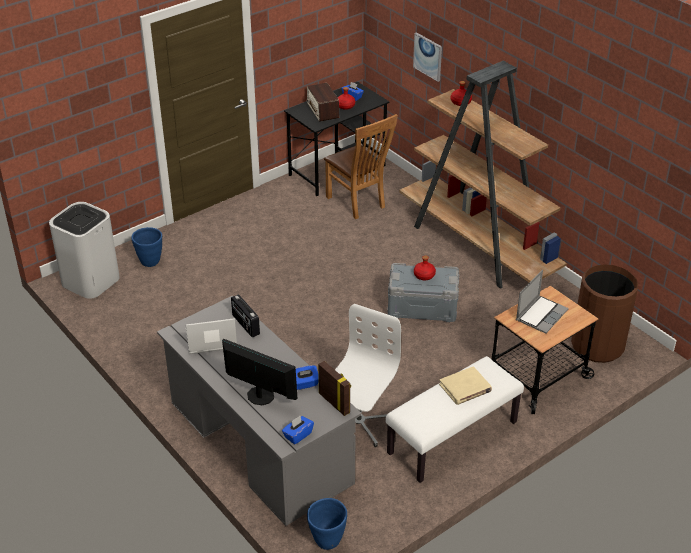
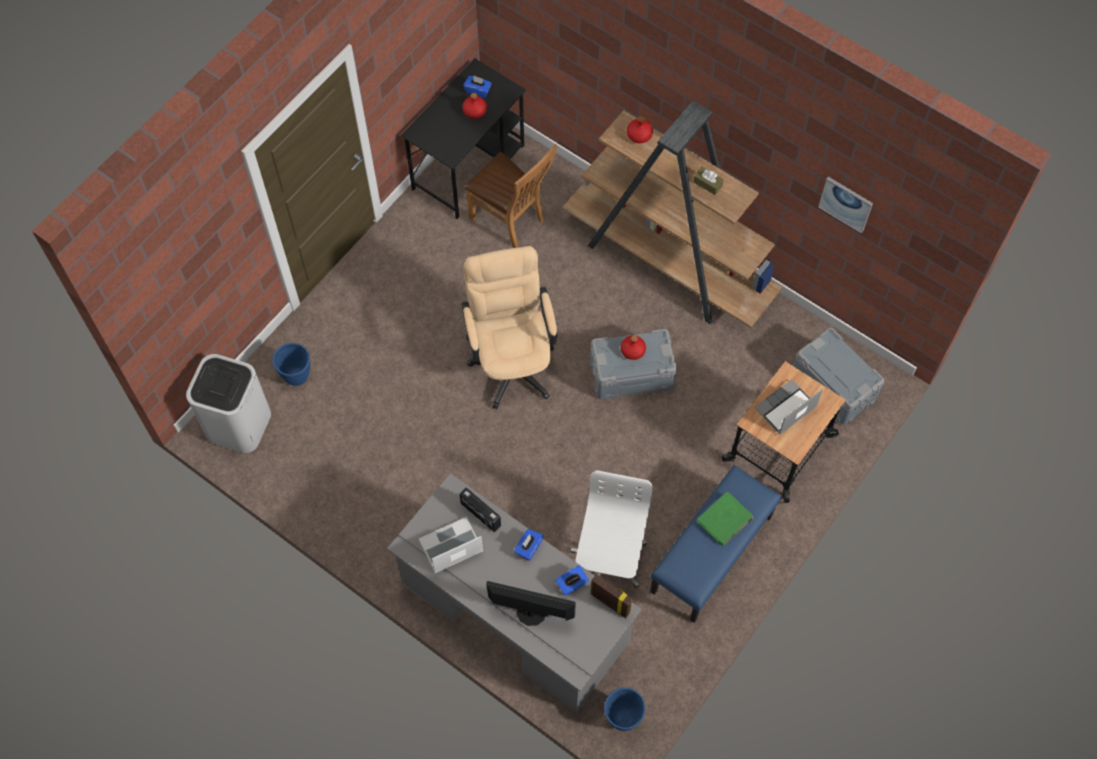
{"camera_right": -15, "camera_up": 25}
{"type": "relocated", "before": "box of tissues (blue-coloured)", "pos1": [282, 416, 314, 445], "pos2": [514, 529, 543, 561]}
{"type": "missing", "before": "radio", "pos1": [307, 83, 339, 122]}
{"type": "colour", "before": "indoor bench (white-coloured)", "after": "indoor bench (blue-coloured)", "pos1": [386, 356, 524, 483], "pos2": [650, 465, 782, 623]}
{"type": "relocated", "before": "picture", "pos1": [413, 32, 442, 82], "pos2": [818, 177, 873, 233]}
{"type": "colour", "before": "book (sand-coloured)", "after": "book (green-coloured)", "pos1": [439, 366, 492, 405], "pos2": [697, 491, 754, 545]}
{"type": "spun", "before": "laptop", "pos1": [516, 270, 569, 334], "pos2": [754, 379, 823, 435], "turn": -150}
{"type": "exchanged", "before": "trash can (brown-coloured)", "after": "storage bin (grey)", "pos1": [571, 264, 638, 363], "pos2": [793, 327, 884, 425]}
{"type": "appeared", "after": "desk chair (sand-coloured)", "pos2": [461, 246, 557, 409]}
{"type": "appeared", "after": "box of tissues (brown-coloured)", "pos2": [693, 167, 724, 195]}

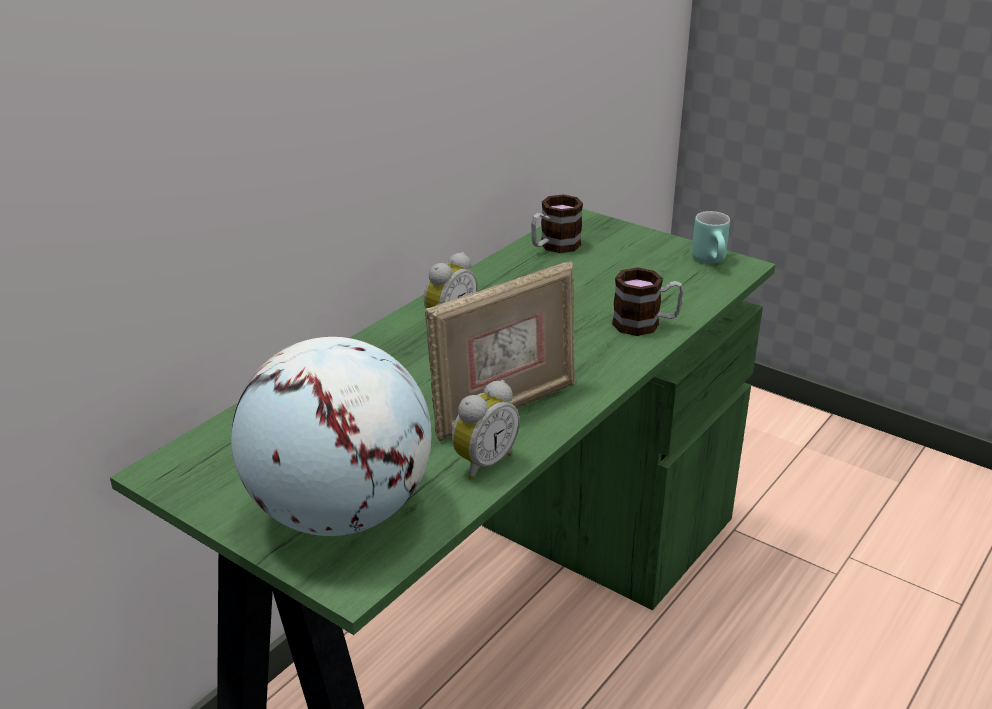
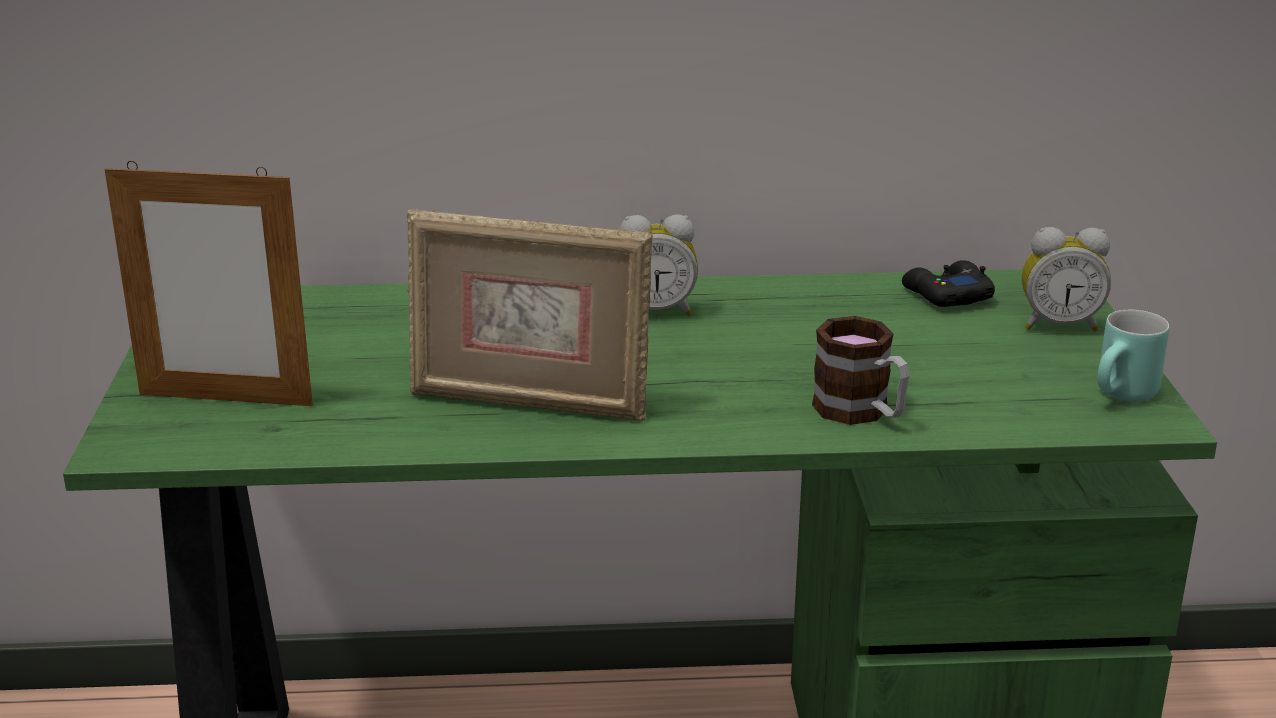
{"camera_right": 50, "camera_up": -5}
{"type": "exchanged", "before": "globe", "after": "picture frame", "pos1": [231, 337, 432, 536], "pos2": [105, 161, 313, 406]}
{"type": "relocated", "before": "alarm clock", "pos1": [452, 380, 520, 481], "pos2": [1022, 227, 1111, 331]}
{"type": "exchanged", "before": "tea mug", "after": "joypad (black)", "pos1": [531, 194, 583, 253], "pos2": [902, 260, 995, 307]}

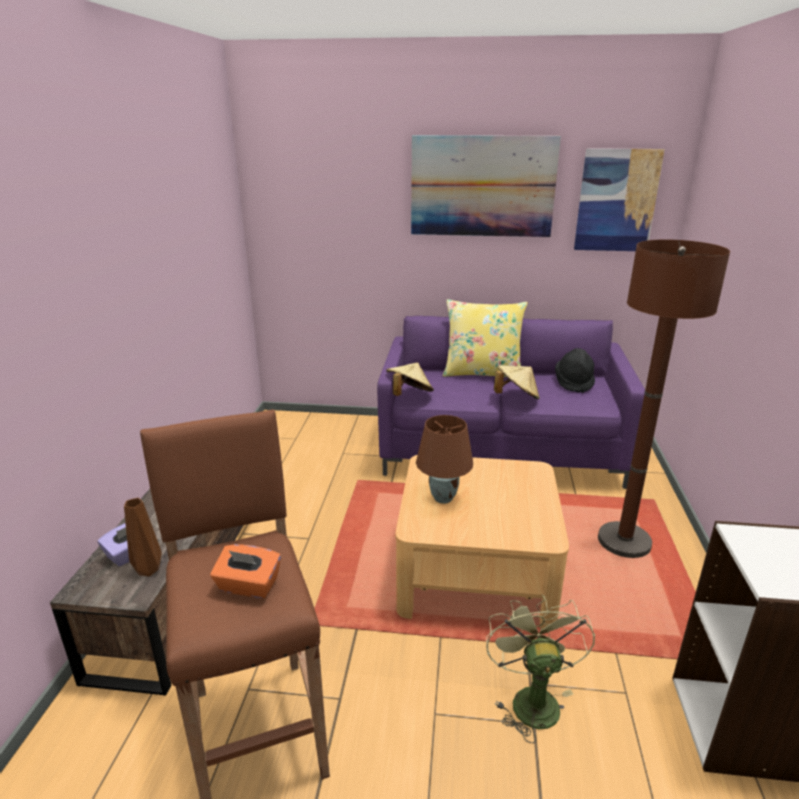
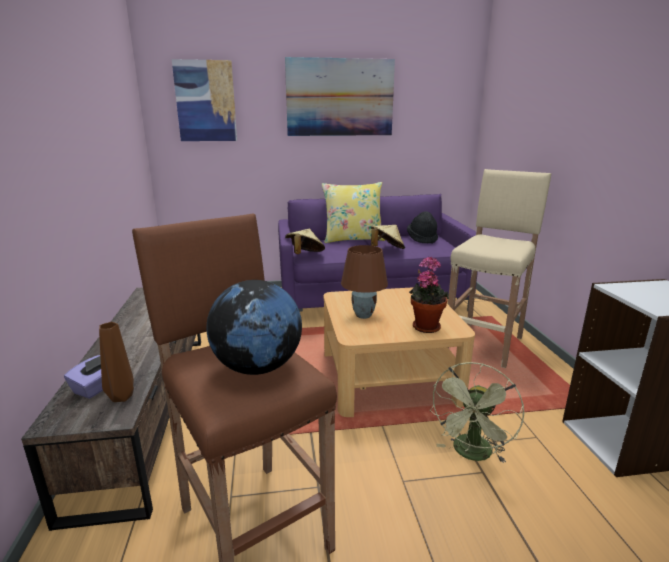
{"camera_right": -15, "camera_up": -5}
{"type": "exchanged", "before": "box of tissues (orange)", "after": "globe", "pos1": [210, 544, 281, 598], "pos2": [206, 280, 302, 375]}
{"type": "spun", "before": "electric fan (green-coloured)", "pos1": [486, 594, 595, 743], "pos2": [430, 362, 524, 463], "turn": -135}
{"type": "relocated", "before": "picture", "pos1": [574, 148, 665, 251], "pos2": [172, 59, 237, 141]}
{"type": "exchanged", "before": "standard lamp (brown-coloured)", "after": "stool (sand-coloured)", "pos1": [598, 240, 730, 558], "pos2": [448, 169, 551, 368]}
{"type": "appeared", "after": "potted plant", "pos2": [409, 256, 449, 333]}

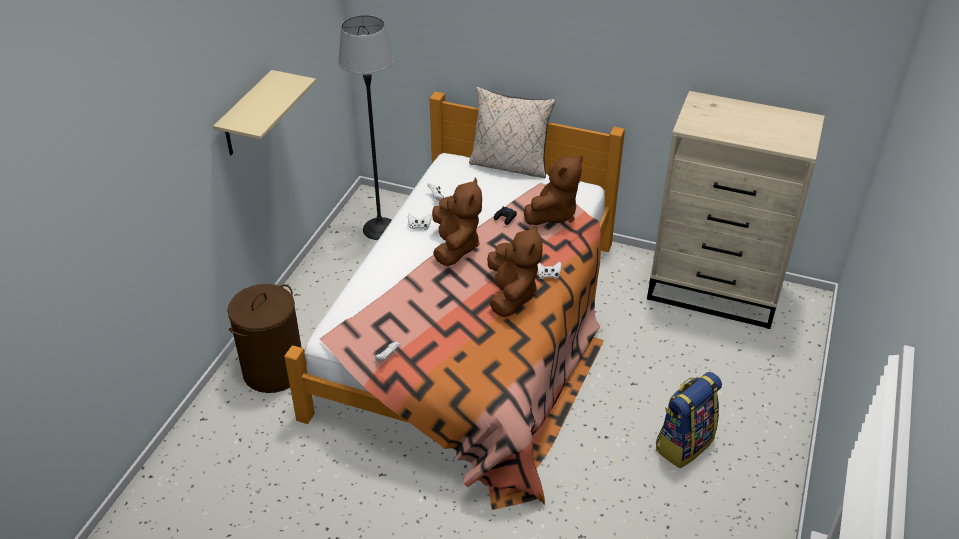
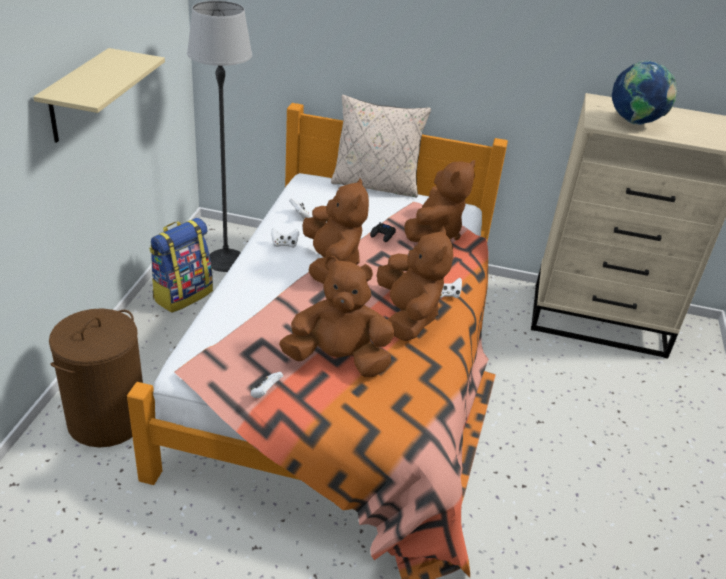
{"camera_right": -10, "camera_up": -5}
{"type": "relocated", "before": "rucksack", "pos1": [656, 372, 722, 468], "pos2": [149, 218, 213, 313]}
{"type": "appeared", "after": "cuddly toy (brown-coloured)", "pos2": [279, 256, 395, 377]}
{"type": "appeared", "after": "globe", "pos2": [612, 60, 677, 125]}

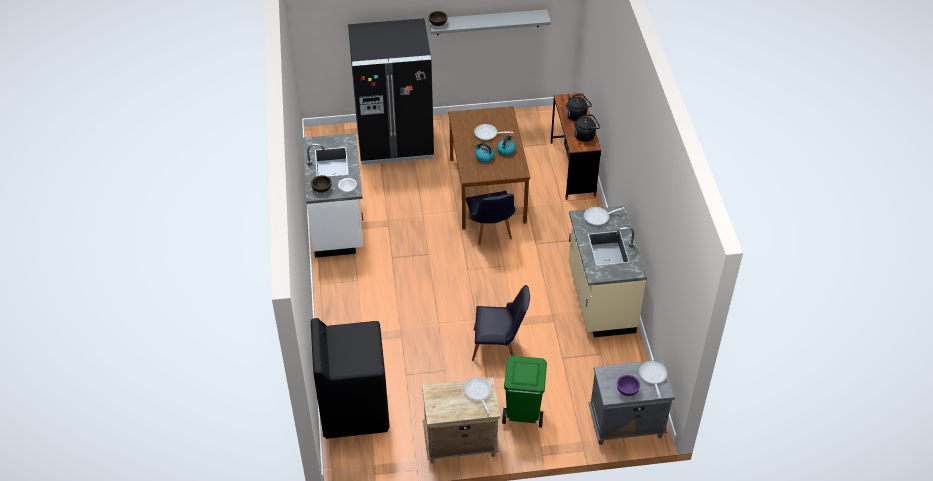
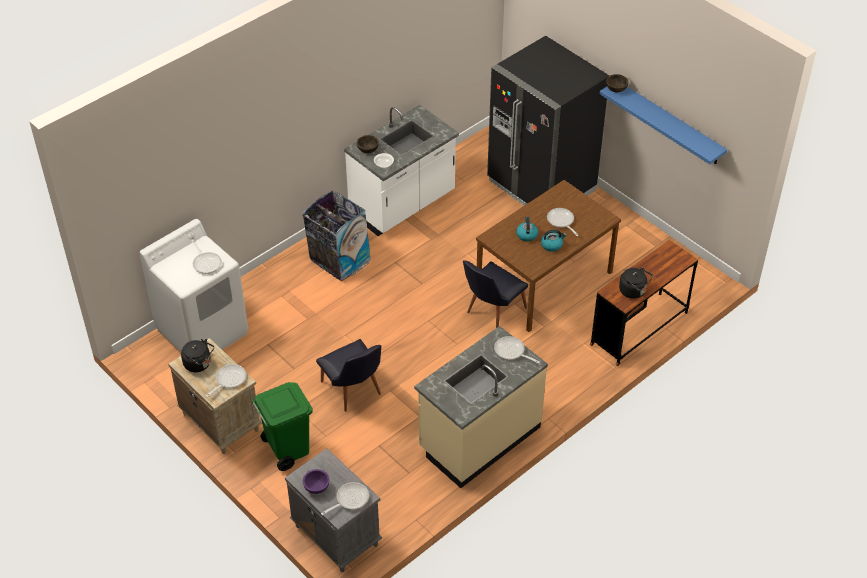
{"camera_right": 55, "camera_up": 0}
{"type": "colour", "before": "laundry appliance (black)", "after": "laundry appliance (white-coloured)", "pos1": [311, 318, 390, 439], "pos2": [140, 219, 248, 352]}
{"type": "colour", "before": "wall shelf (grey)", "after": "wall shelf (blue-coloured)", "pos1": [429, 9, 551, 35], "pos2": [599, 87, 727, 164]}
{"type": "relocated", "before": "water kettle (black)", "pos1": [566, 94, 592, 121], "pos2": [181, 339, 214, 372]}
{"type": "appeared", "after": "frying pan", "pos2": [191, 240, 222, 274]}
{"type": "appeared", "after": "trash can", "pos2": [302, 191, 372, 281]}

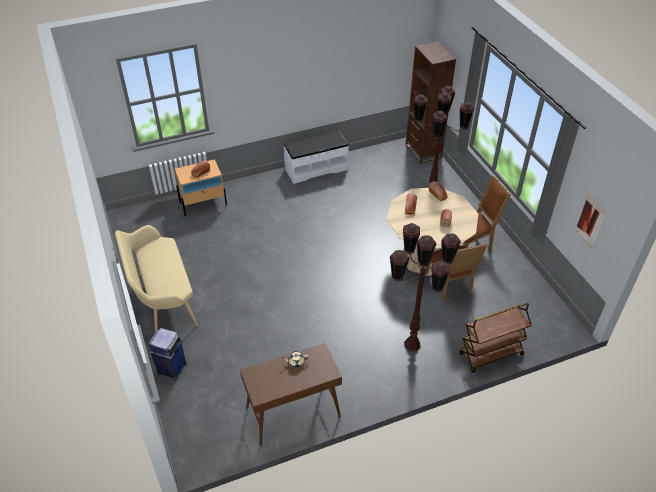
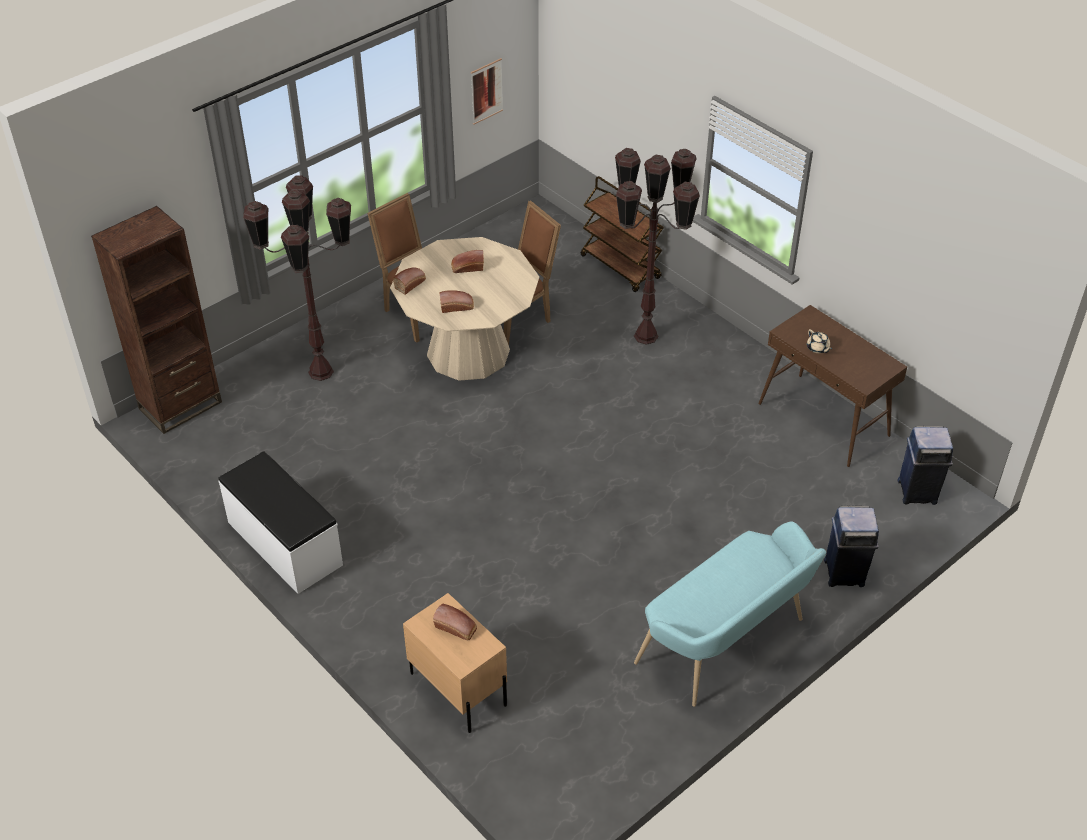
{"camera_right": -110, "camera_up": 0}
{"type": "colour", "before": "indoor bench (sand-coloured)", "after": "indoor bench (blue-green)", "pos1": [115, 225, 198, 332], "pos2": [634, 522, 826, 707]}
{"type": "appeared", "after": "trash can (blue-coloured)", "pos2": [897, 426, 953, 505]}

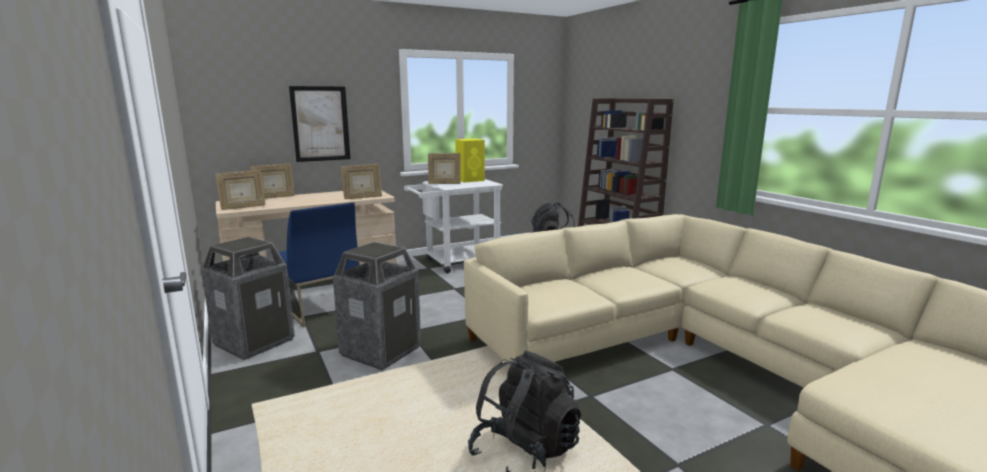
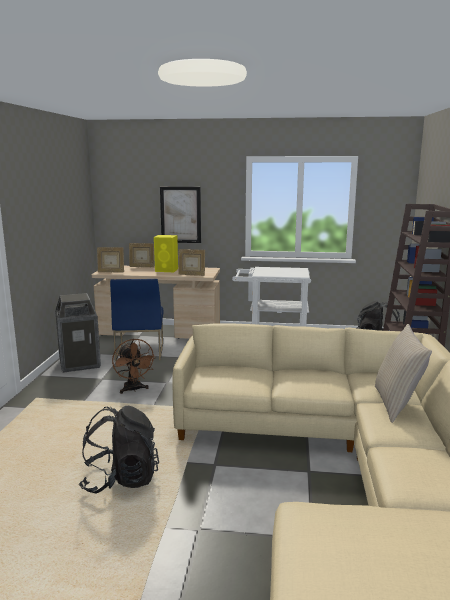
{"camera_right": 35, "camera_up": 0}
{"type": "exchanged", "before": "trash can", "after": "electric fan (brown-coloured)", "pos1": [333, 242, 421, 371], "pos2": [112, 338, 156, 394]}
{"type": "missing", "before": "picture frame", "pos1": [428, 153, 461, 184]}
{"type": "relocated", "before": "speaker (yellowish)", "pos1": [455, 139, 485, 183], "pos2": [154, 235, 178, 272]}
{"type": "appeared", "after": "pillow (sand-coloured)", "pos2": [375, 324, 432, 423]}

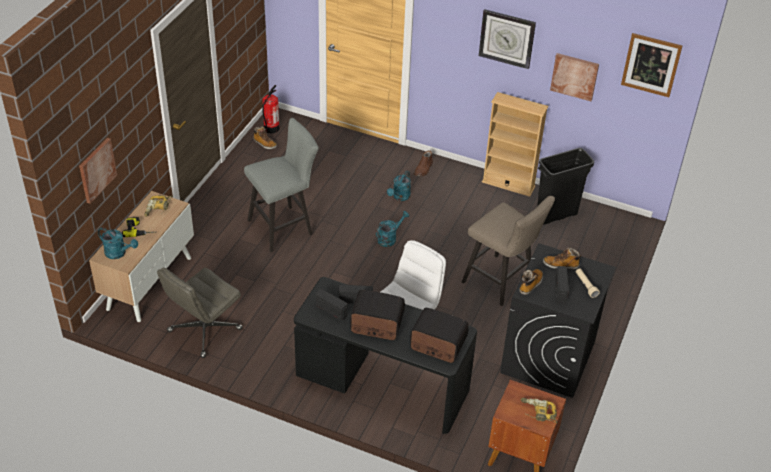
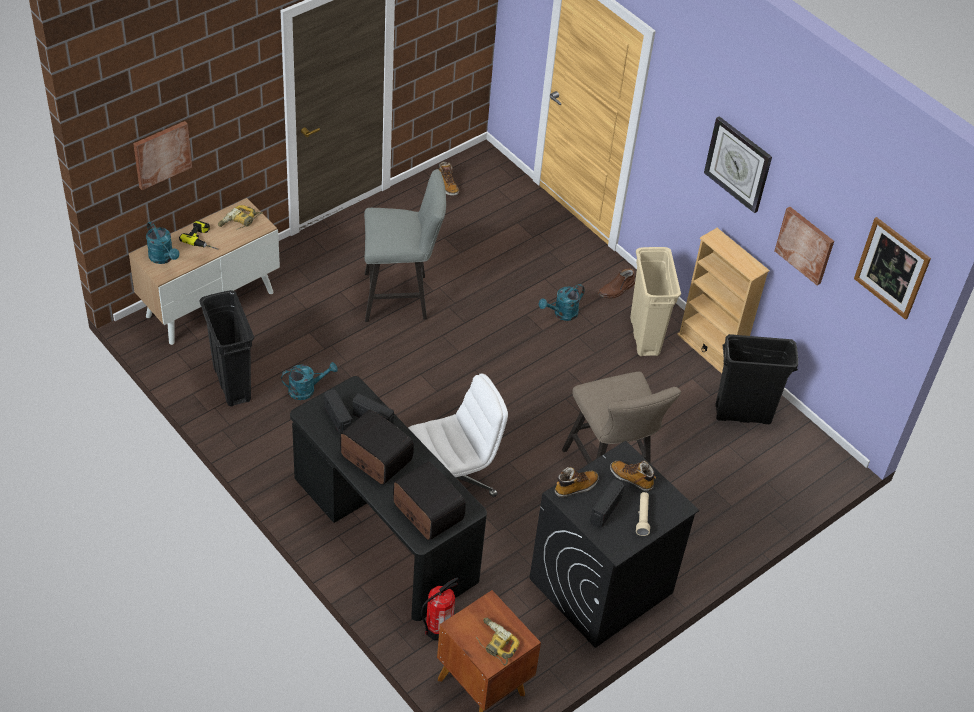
{"camera_right": 25, "camera_up": 5}
{"type": "exchanged", "before": "desk chair (grey)", "after": "trash can (black)", "pos1": [157, 268, 243, 358], "pos2": [199, 290, 254, 407]}
{"type": "relocated", "before": "fire-fighting cylinder", "pos1": [262, 85, 280, 134], "pos2": [421, 578, 458, 641]}
{"type": "relocated", "before": "watering can (blue-green)", "pos1": [376, 211, 409, 247], "pos2": [281, 362, 338, 400]}
{"type": "appeared", "after": "trash can (sand-coloured)", "pos2": [630, 247, 681, 356]}

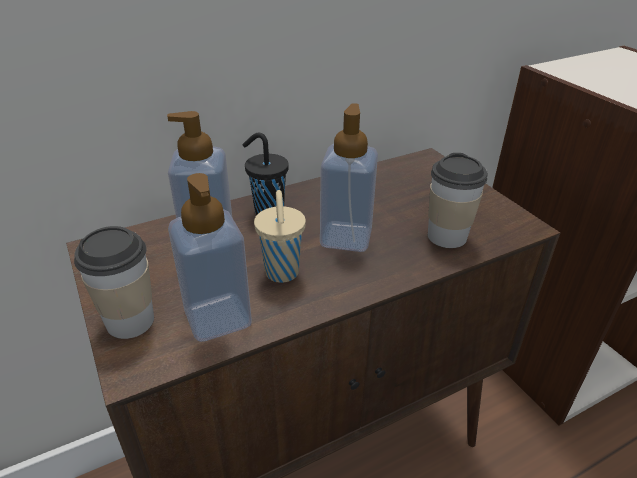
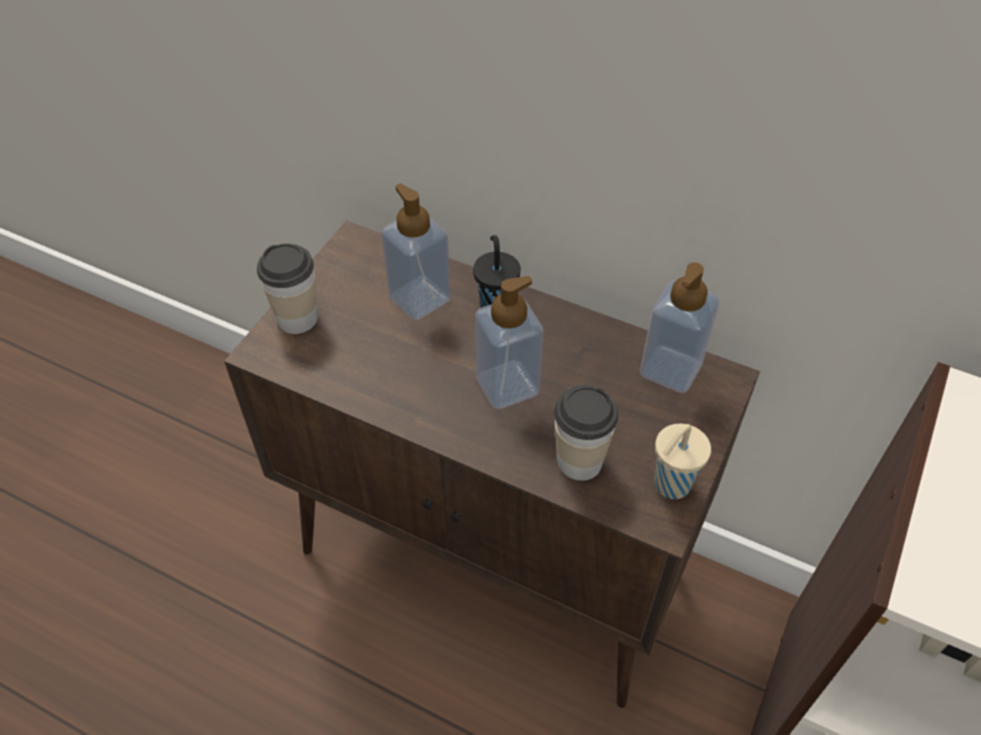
{"camera_right": 55, "camera_up": 15}
{"type": "relocated", "before": "soap dispenser", "pos1": [168, 173, 252, 342], "pos2": [640, 262, 719, 393]}
{"type": "relocated", "before": "drinking cup (sand-coloured)", "pos1": [254, 190, 306, 283], "pos2": [654, 424, 711, 499]}

